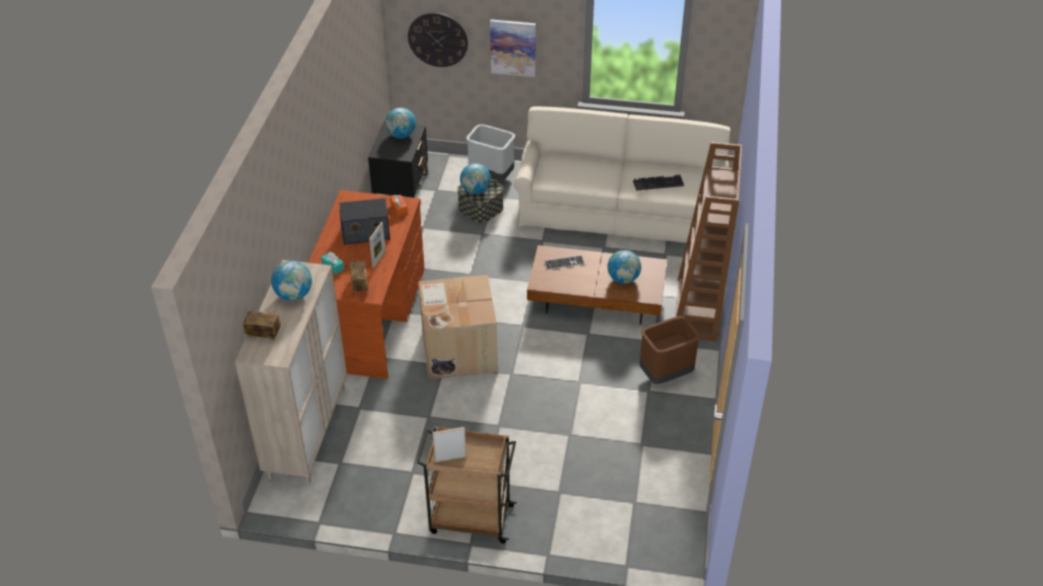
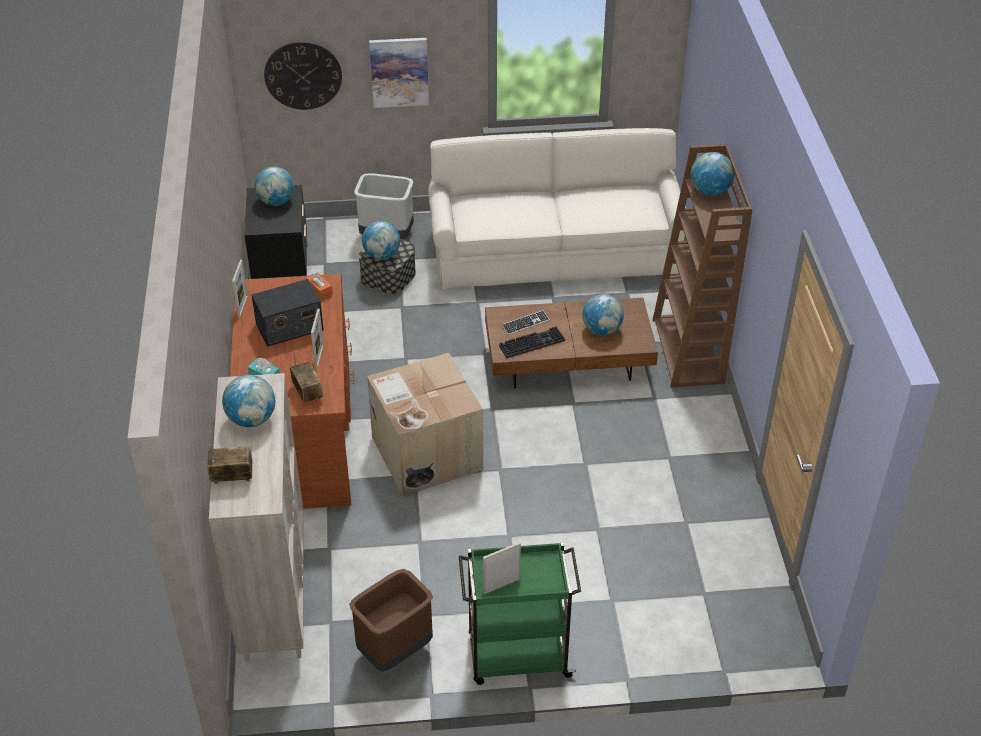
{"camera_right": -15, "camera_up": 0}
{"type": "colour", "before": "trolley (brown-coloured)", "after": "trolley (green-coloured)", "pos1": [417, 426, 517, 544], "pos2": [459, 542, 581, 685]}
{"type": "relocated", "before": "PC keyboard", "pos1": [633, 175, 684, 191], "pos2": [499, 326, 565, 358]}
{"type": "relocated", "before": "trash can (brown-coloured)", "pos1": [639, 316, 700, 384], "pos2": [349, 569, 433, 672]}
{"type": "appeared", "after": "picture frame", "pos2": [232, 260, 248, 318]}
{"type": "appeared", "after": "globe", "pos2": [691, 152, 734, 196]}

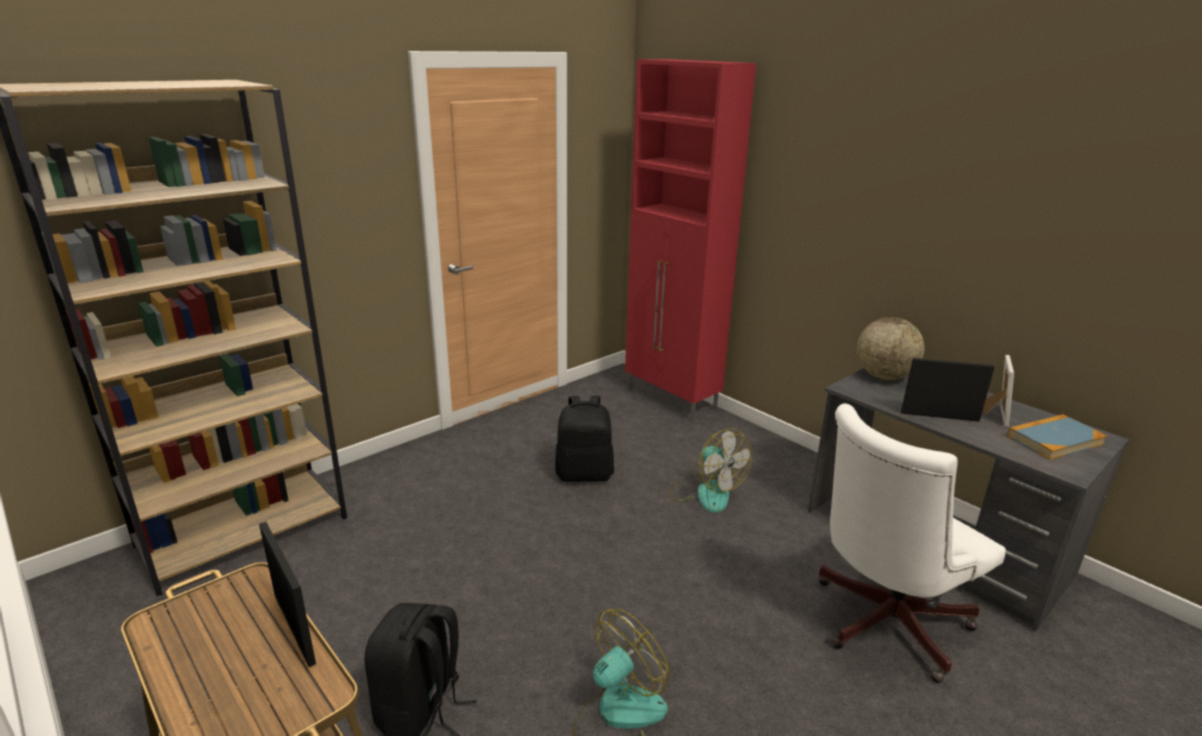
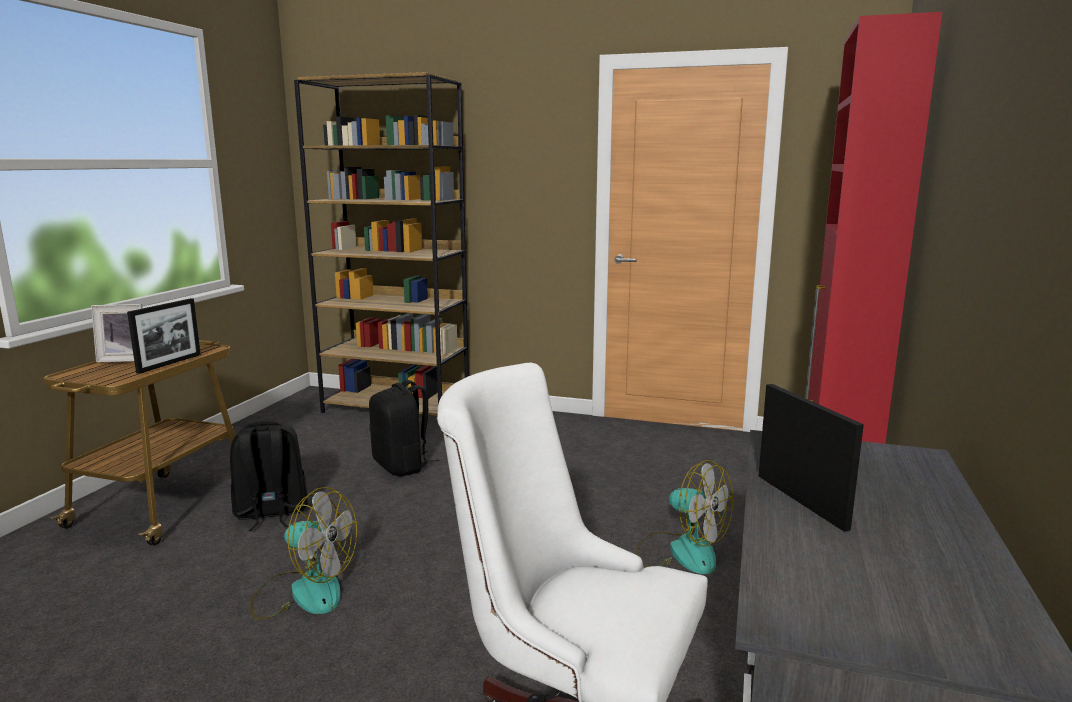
{"camera_right": 60, "camera_up": -10}
{"type": "relocated", "before": "rucksack (black)", "pos1": [555, 396, 614, 482], "pos2": [369, 380, 439, 476]}
{"type": "spun", "before": "electric fan", "pos1": [669, 429, 752, 513], "pos2": [636, 460, 733, 574], "turn": -75}
{"type": "missing", "before": "globe", "pos1": [857, 317, 925, 380]}
{"type": "relocated", "before": "picture frame", "pos1": [983, 355, 1014, 427], "pos2": [91, 304, 143, 363]}
{"type": "missing", "before": "book", "pos1": [1007, 414, 1107, 460]}

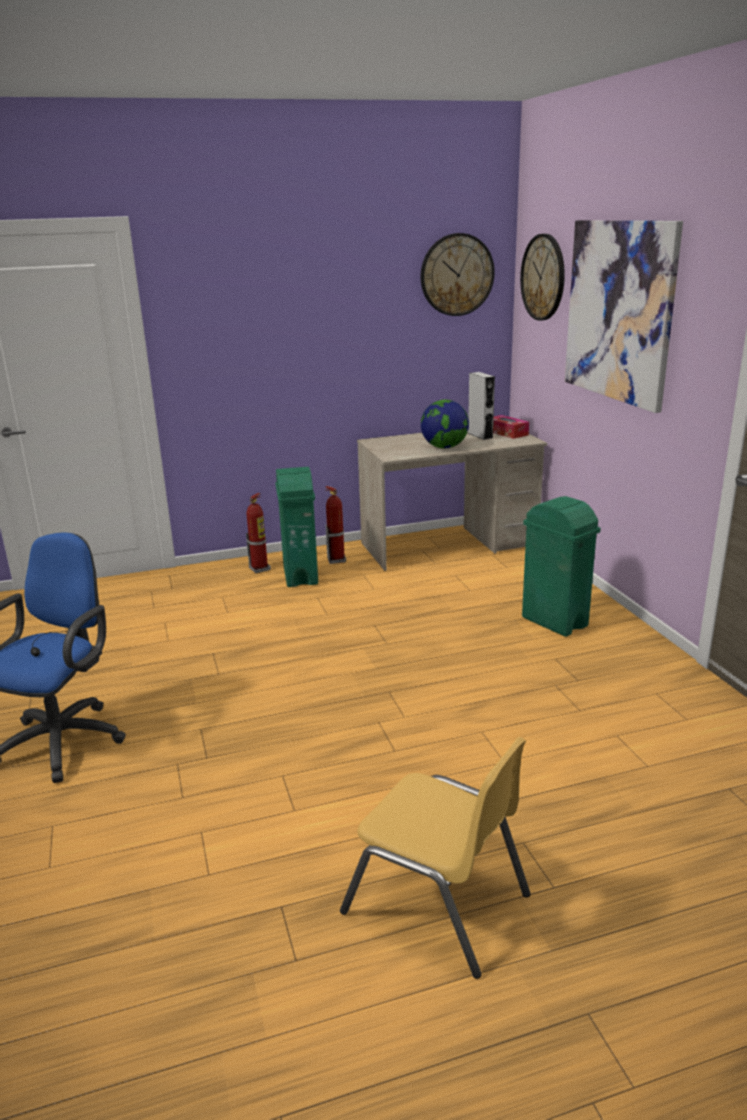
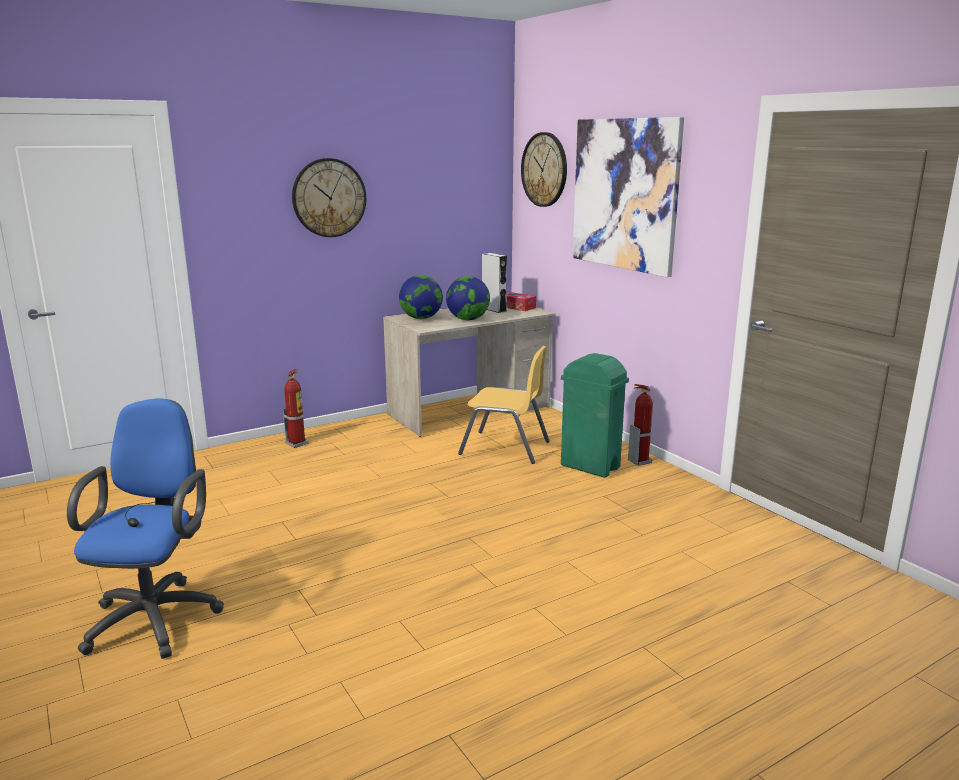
{"camera_right": -15, "camera_up": -5}
{"type": "missing", "before": "trash can (green-coloured)", "pos1": [275, 467, 318, 587]}
{"type": "relocated", "before": "fire-fighting cylinder", "pos1": [325, 486, 346, 564], "pos2": [628, 384, 653, 466]}
{"type": "relocated", "before": "plain chair (yellowish)", "pos1": [340, 737, 531, 979], "pos2": [458, 346, 550, 464]}
{"type": "relocated", "before": "wall clock", "pos1": [421, 233, 495, 316], "pos2": [292, 158, 366, 237]}
{"type": "appeared", "after": "globe", "pos2": [399, 275, 443, 319]}

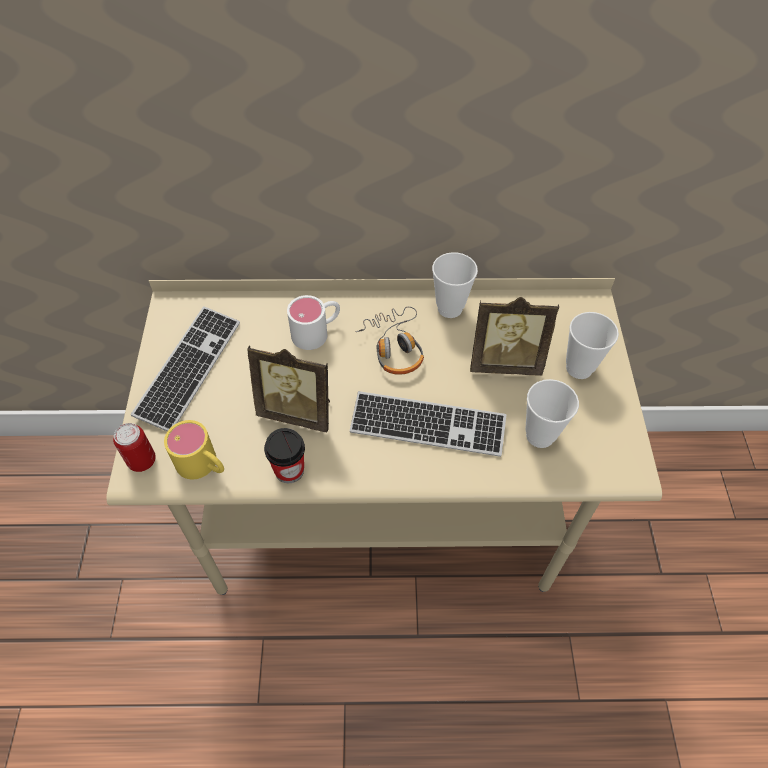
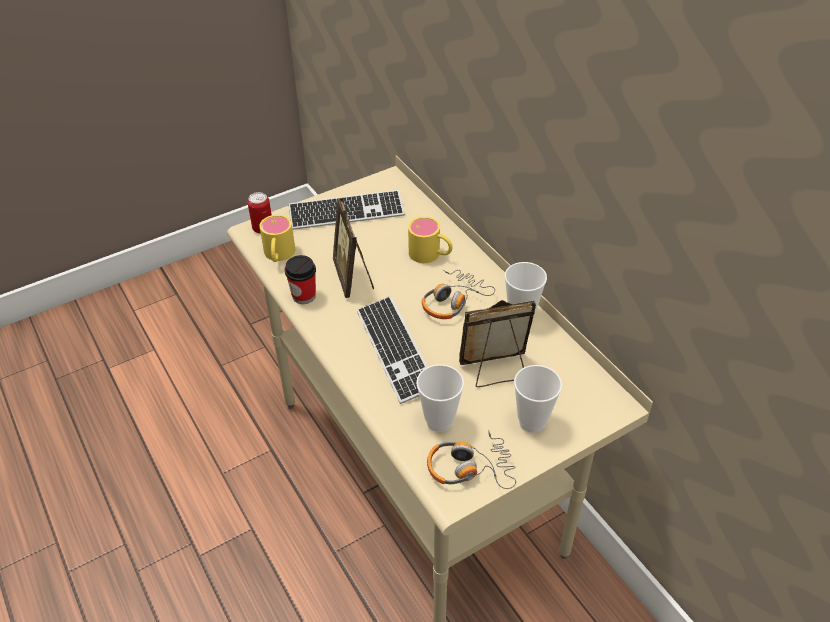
{"camera_right": 60, "camera_up": -10}
{"type": "colour", "before": "tea mug (white-coloured)", "after": "tea mug (yellowish)", "pos1": [287, 295, 340, 350], "pos2": [408, 217, 453, 263]}
{"type": "spun", "before": "picture frame", "pos1": [470, 297, 559, 376], "pos2": [459, 300, 536, 387], "turn": 105}
{"type": "appeared", "after": "headset", "pos2": [427, 430, 516, 489]}

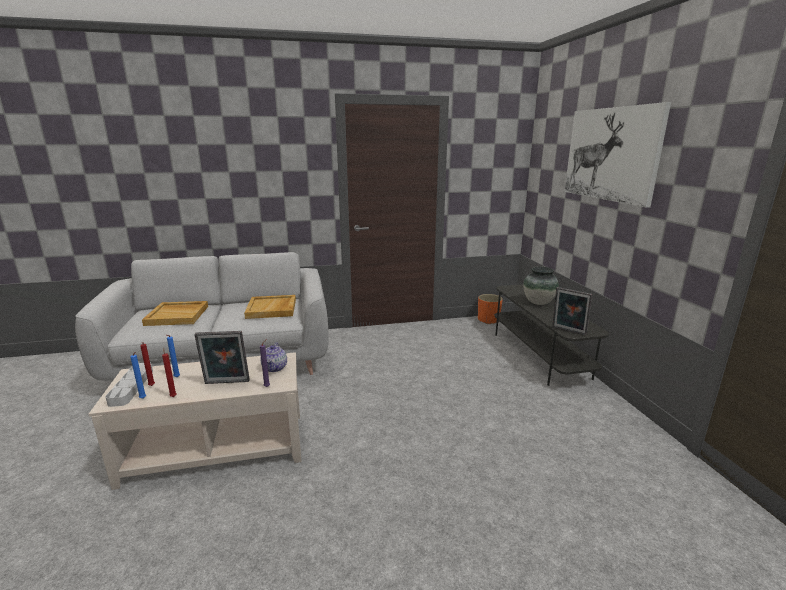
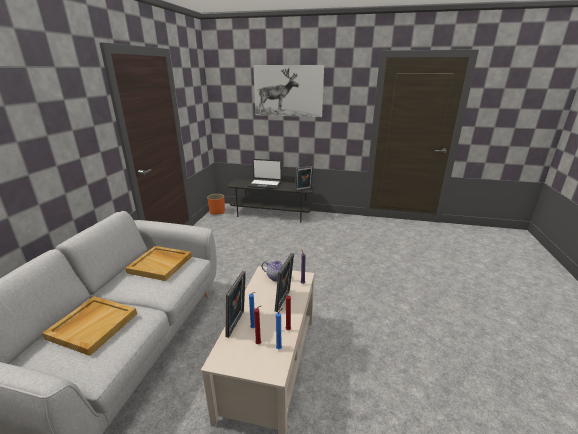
{"camera_right": -65, "camera_up": 5}
{"type": "missing", "before": "serving tray (grey)", "pos1": [105, 363, 153, 407]}
{"type": "exchanged", "before": "vase", "after": "laptop", "pos1": [523, 266, 559, 305], "pos2": [247, 159, 282, 189]}
{"type": "appeared", "after": "picture frame", "pos2": [225, 271, 246, 338]}

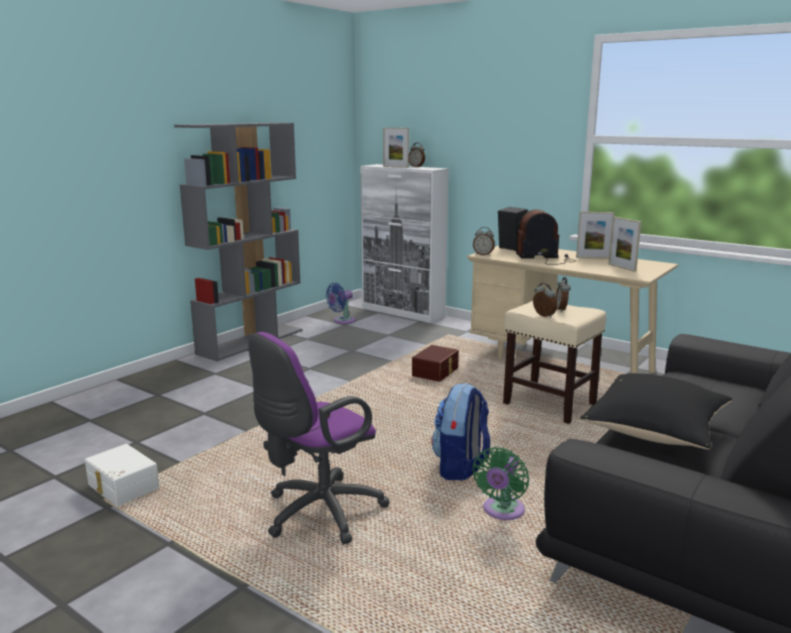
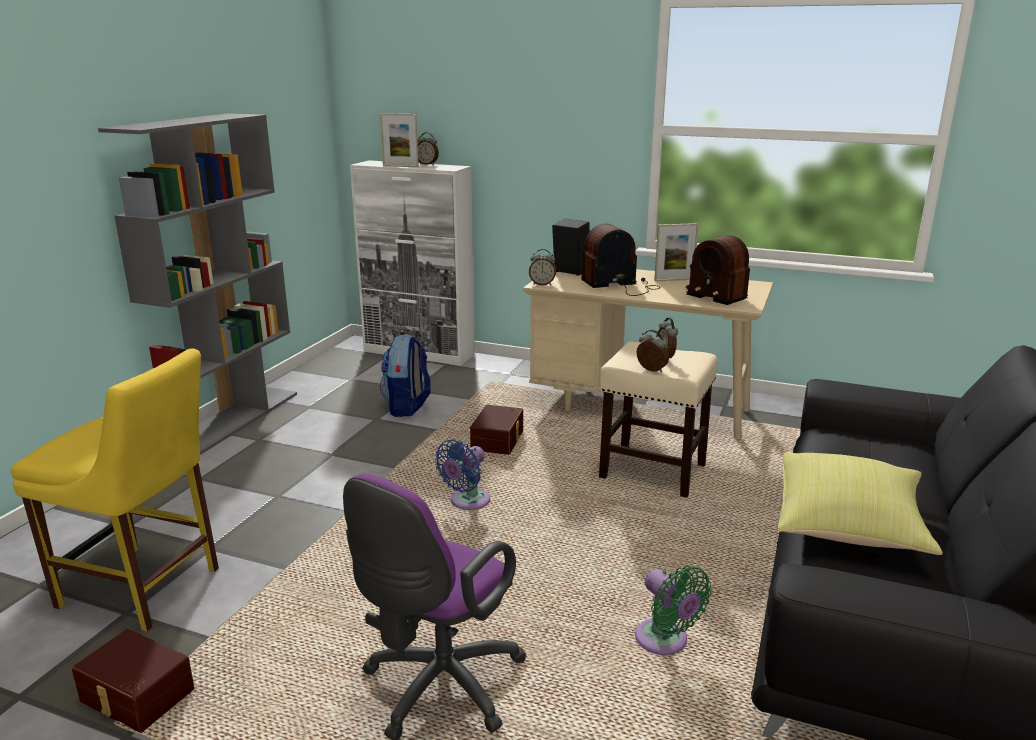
{"camera_right": -15, "camera_up": 5}
{"type": "colour", "before": "storage bin (white-coloured)", "after": "storage bin (brown-coloured)", "pos1": [85, 444, 159, 507], "pos2": [72, 629, 195, 733]}
{"type": "relocated", "before": "electric fan (blue-coloured)", "pos1": [326, 283, 356, 324], "pos2": [435, 439, 490, 510]}
{"type": "relocated", "before": "rucksack", "pos1": [431, 383, 490, 481], "pos2": [380, 334, 431, 417]}
{"type": "spun", "before": "electric fan (green-coloured)", "pos1": [473, 447, 529, 520], "pos2": [635, 566, 711, 655], "turn": -45}
{"type": "colour", "before": "pillow (black)", "after": "pillow (yellowish)", "pos1": [580, 373, 732, 449], "pos2": [778, 452, 943, 555]}
{"type": "exchanged", "before": "picture frame", "after": "radio", "pos1": [608, 217, 642, 272], "pos2": [686, 235, 750, 305]}
{"type": "appeared", "after": "plain chair (yellowish)", "pos2": [11, 349, 219, 632]}

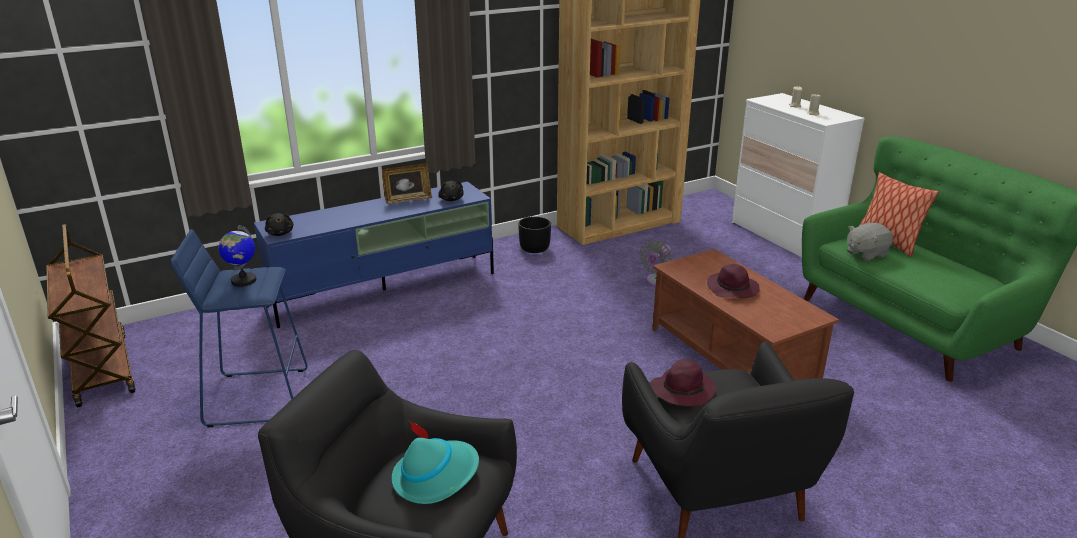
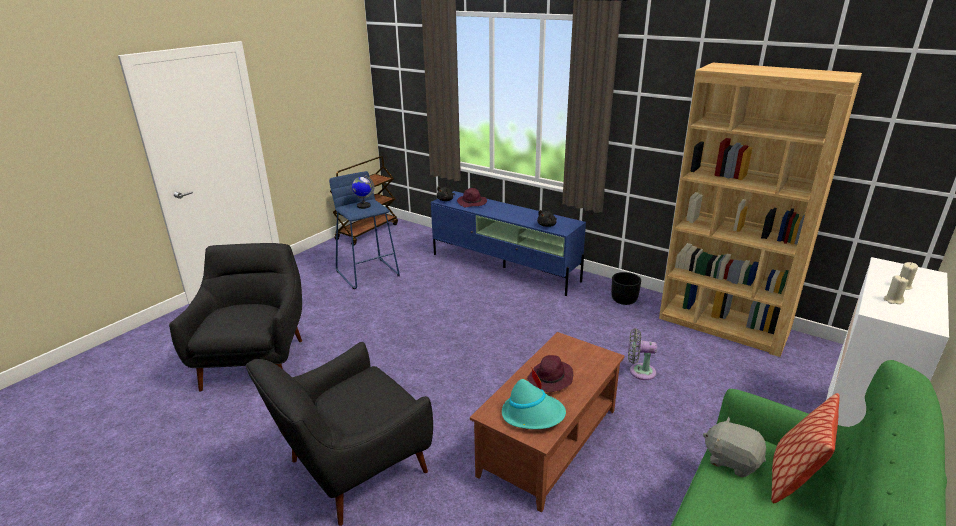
{"camera_right": 65, "camera_up": 0}
{"type": "missing", "before": "picture frame", "pos1": [382, 163, 432, 204]}
{"type": "relocated", "before": "clothing hat (blue-green)", "pos1": [392, 420, 479, 504], "pos2": [502, 367, 566, 429]}
{"type": "relocated", "before": "clothing hat (purple)", "pos1": [651, 359, 716, 407], "pos2": [457, 188, 487, 207]}

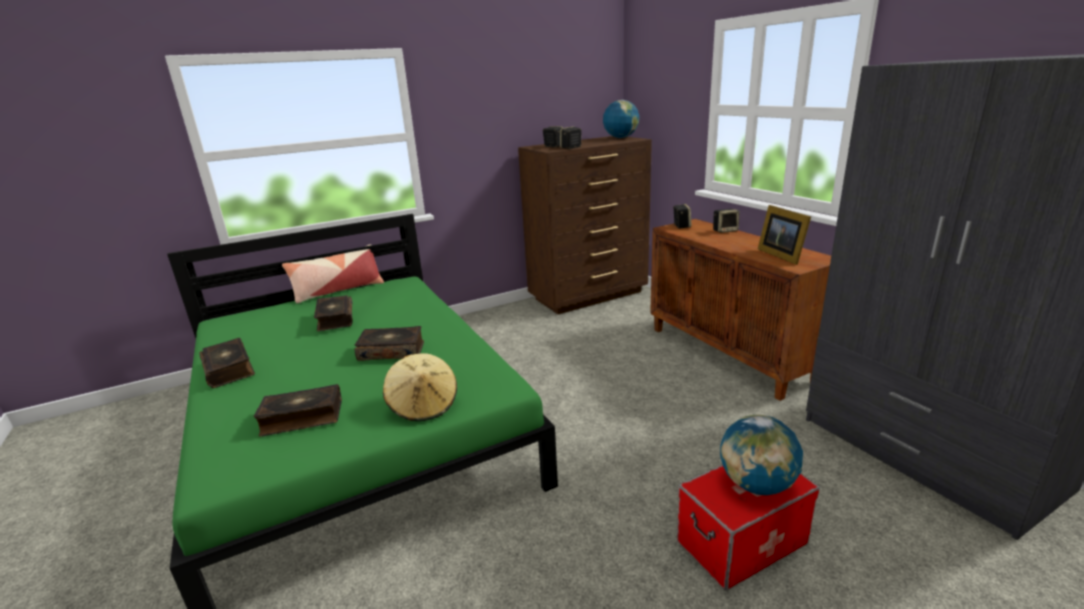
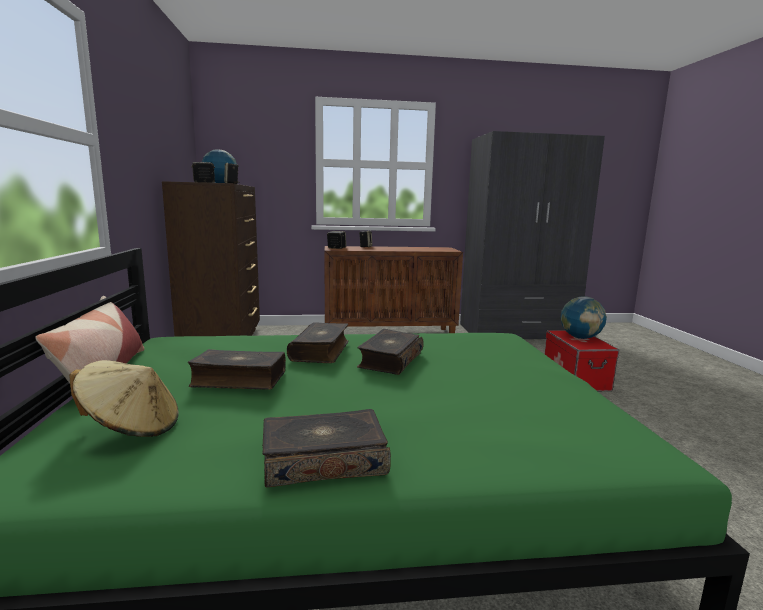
{"camera_right": -70, "camera_up": -10}
{"type": "relocated", "before": "book", "pos1": [254, 384, 342, 437], "pos2": [287, 322, 348, 363]}
{"type": "relocated", "before": "clothing hat (sand-coloured)", "pos1": [383, 353, 457, 421], "pos2": [69, 360, 179, 437]}
{"type": "missing", "before": "picture frame", "pos1": [758, 205, 811, 265]}

